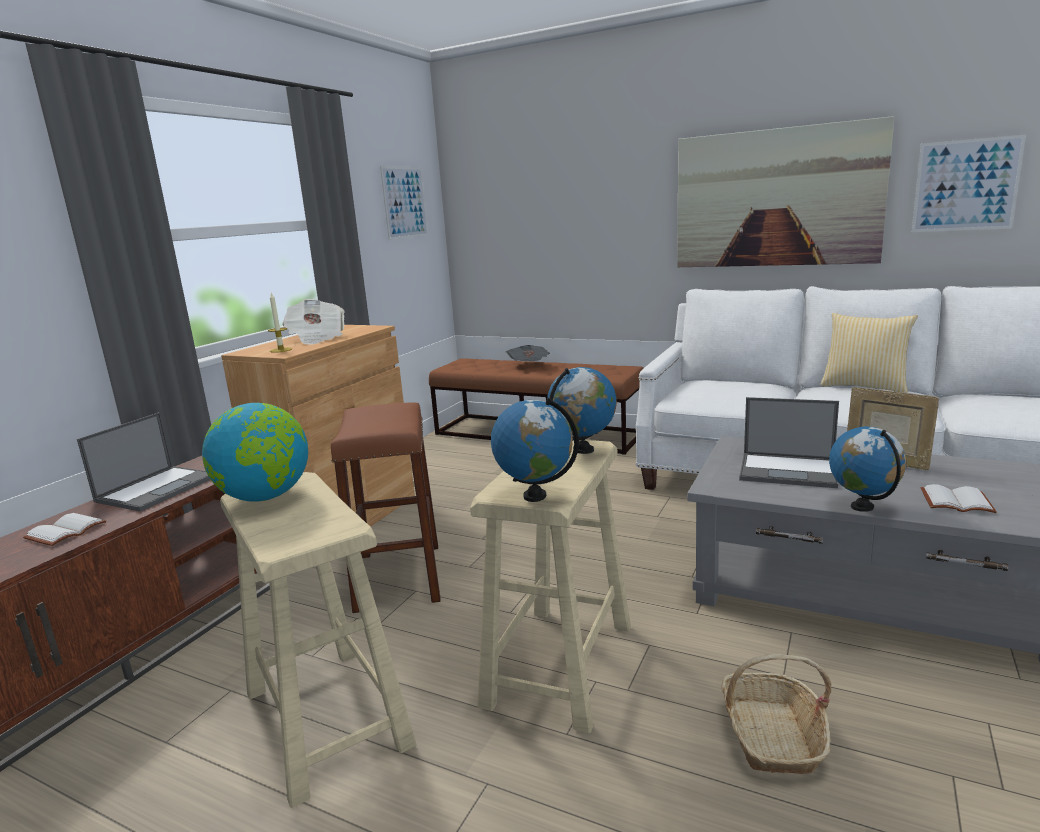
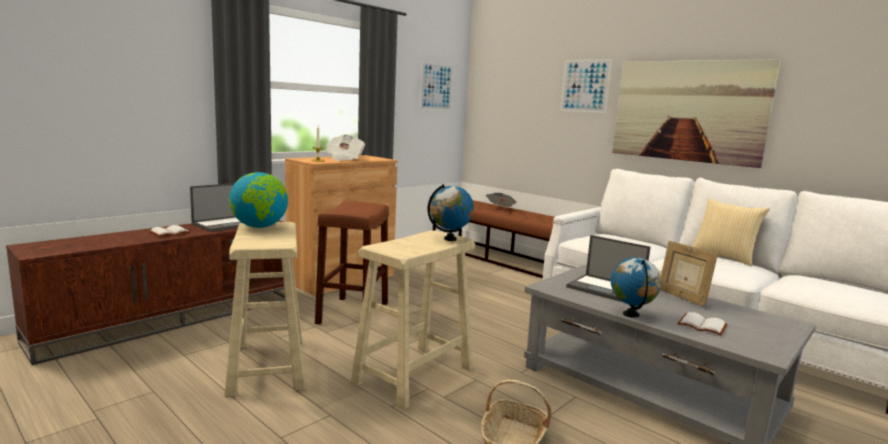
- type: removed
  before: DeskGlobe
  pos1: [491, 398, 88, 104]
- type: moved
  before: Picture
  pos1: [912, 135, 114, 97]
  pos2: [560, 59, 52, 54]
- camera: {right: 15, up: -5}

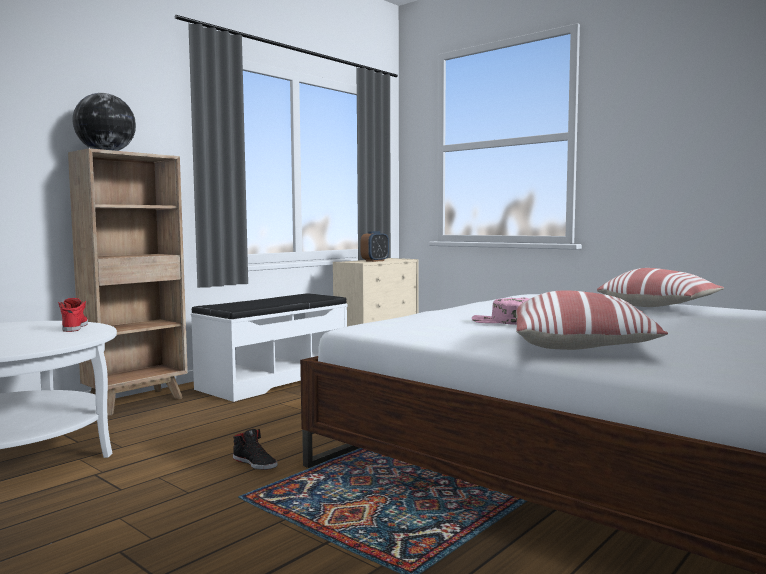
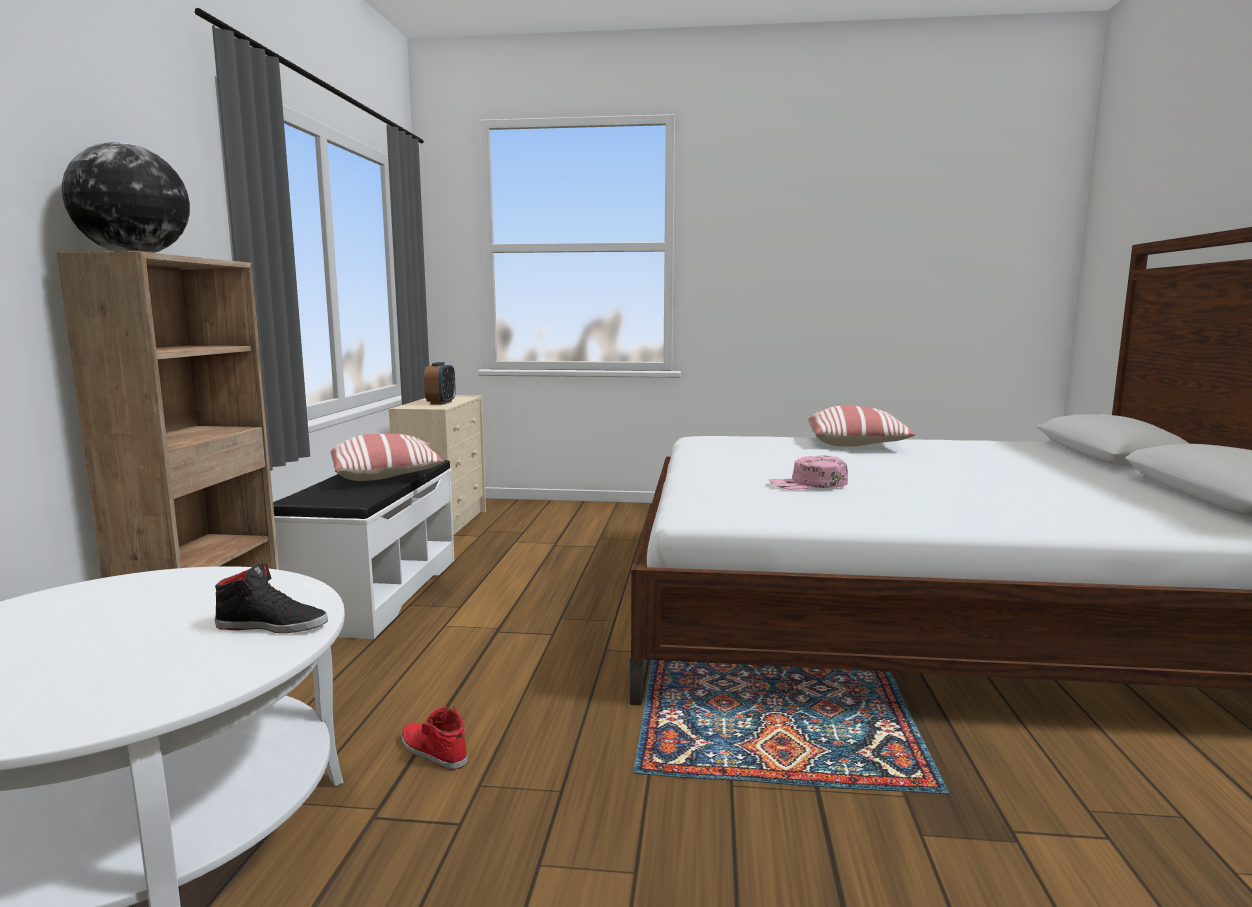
- type: moved
  before: RedItemOfFootwear
  pos1: [58, 298, 30, 34]
  pos2: [401, 706, 67, 64]
- type: moved
  before: BlackItemOfFootwear
  pos1: [233, 429, 45, 41]
  pos2: [214, 564, 114, 69]
- type: moved
  before: ThrowPillow
  pos1: [516, 290, 152, 60]
  pos2: [330, 434, 114, 47]
- camera: {right: -35, up: 5}

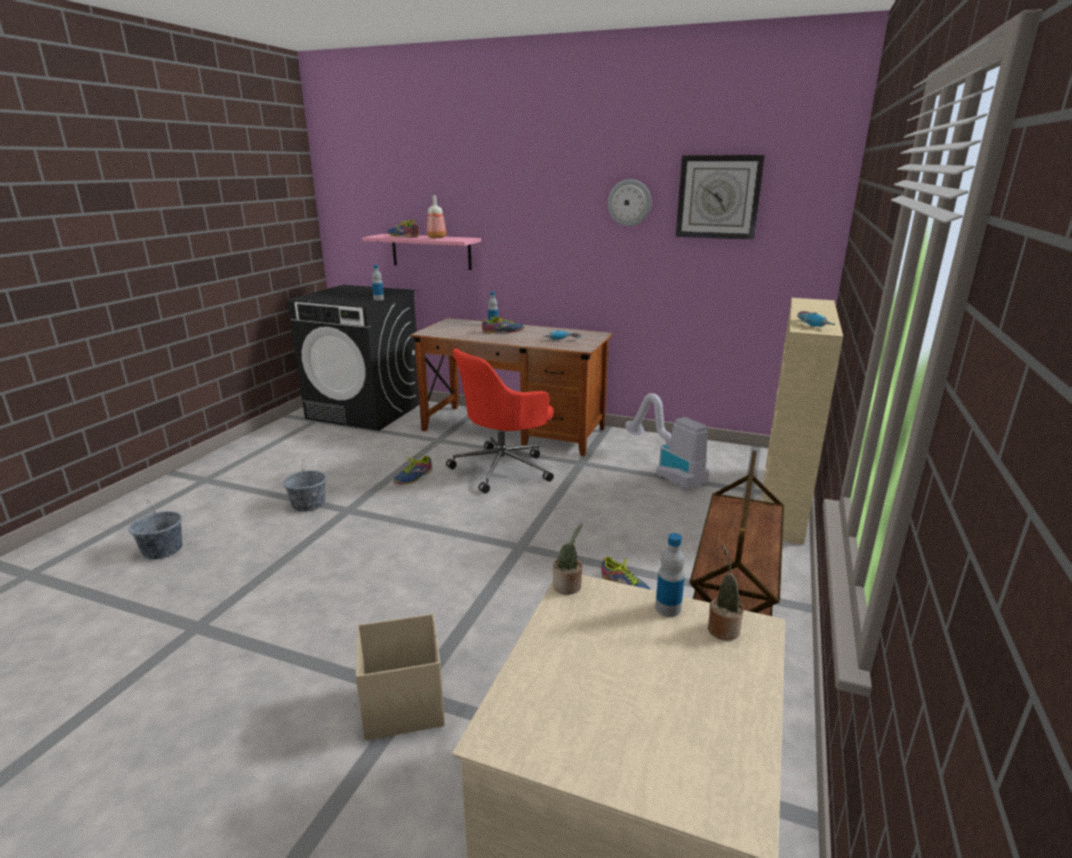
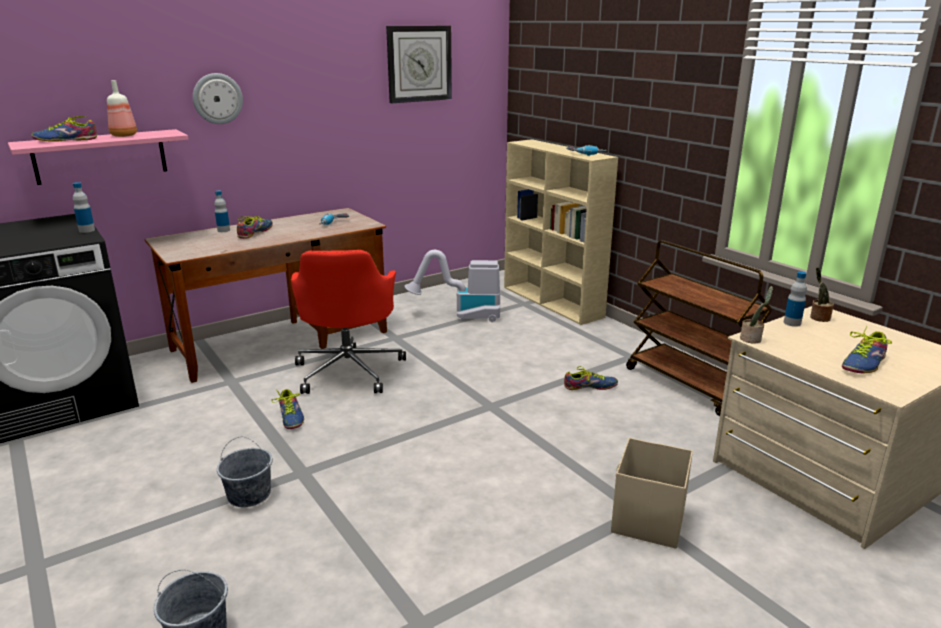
- type: moved
  before: HangingClock
  pos1: [608, 179, 43, 47]
  pos2: [193, 73, 50, 51]
- type: added
  after: ItemOfFootwear
  pos2: [842, 326, 50, 47]
- camera: {right: -55, up: 0}

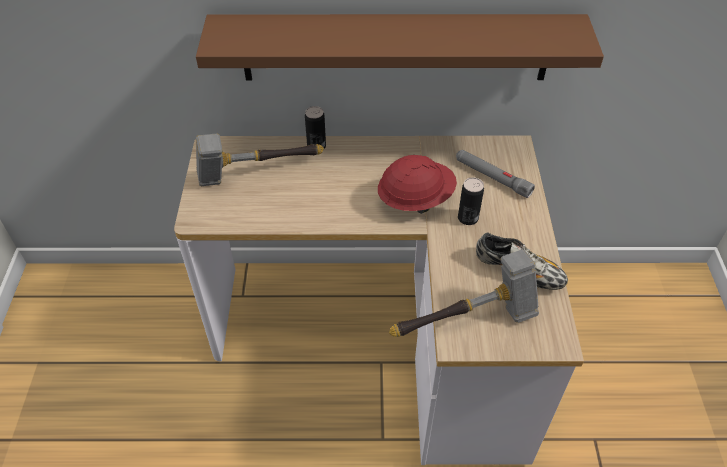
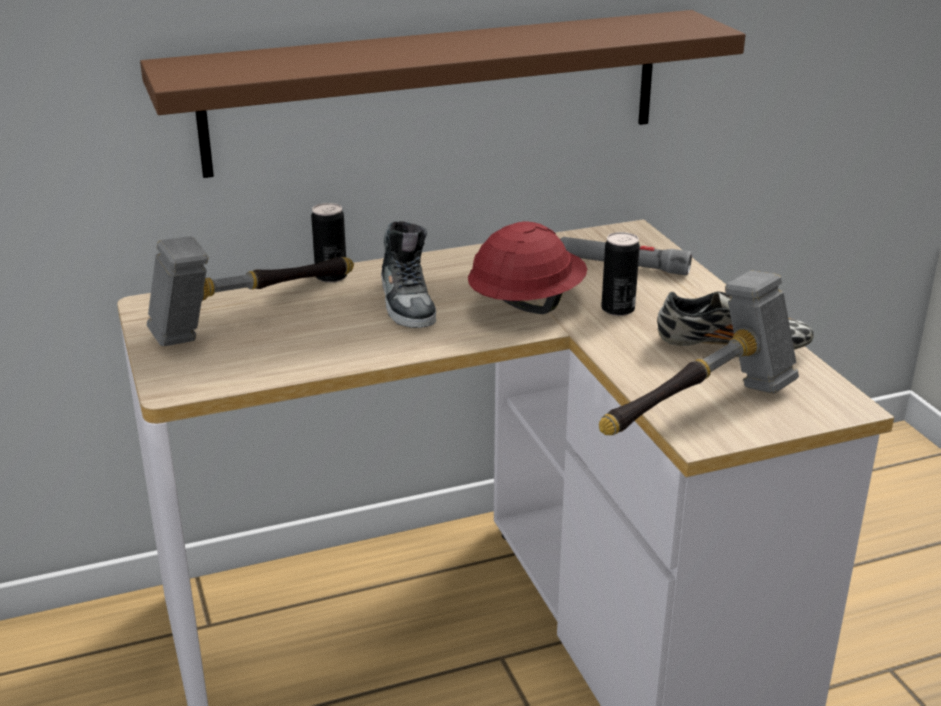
- type: added
  after: ItemOfFootwear
  pos2: [381, 221, 55, 107]
- camera: {right: -20, up: -20}

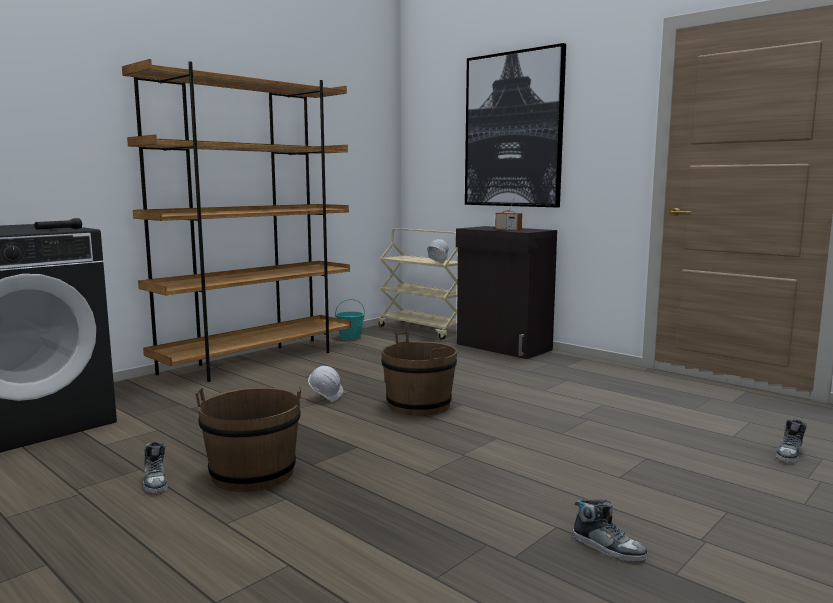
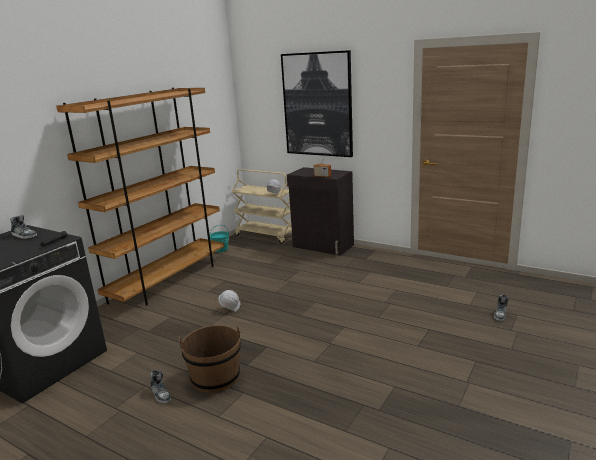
- type: removed
  before: BrownColouredWaterBucket
  pos1: [381, 332, 77, 84]
- type: moved
  before: ItemOfFootwear
  pos1: [573, 499, 75, 63]
  pos2: [10, 215, 27, 24]
- camera: {right: -10, up: 10}

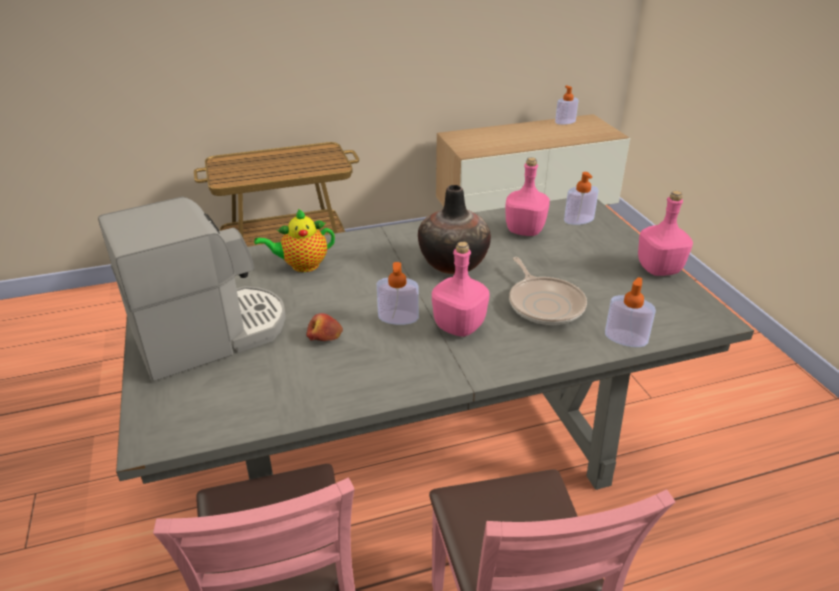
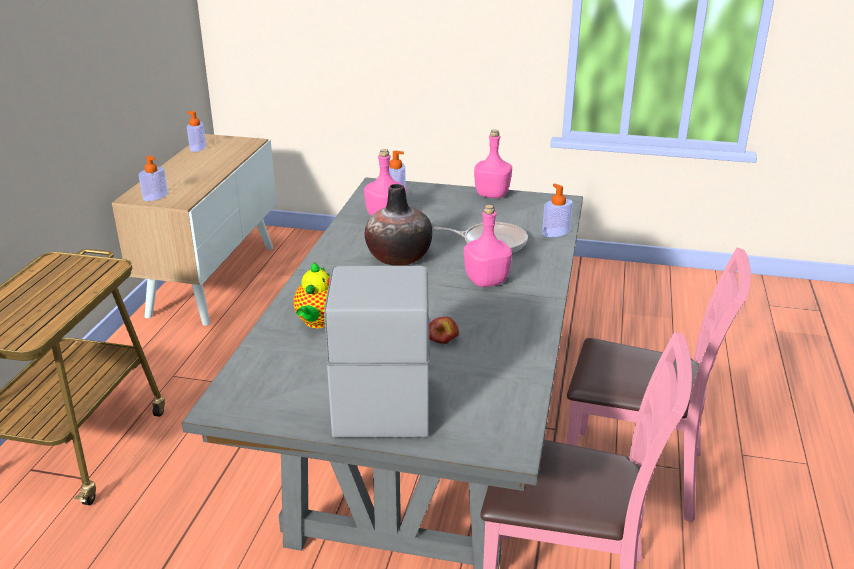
- type: moved
  before: SoapDispenser
  pos1: [377, 262, 42, 63]
  pos2: [139, 156, 29, 45]
- camera: {right: -60, up: -5}

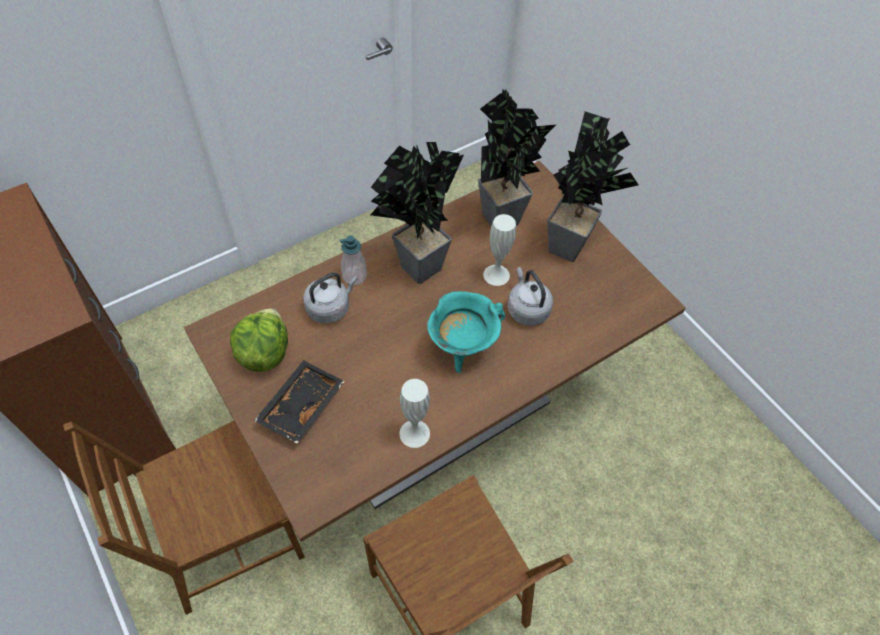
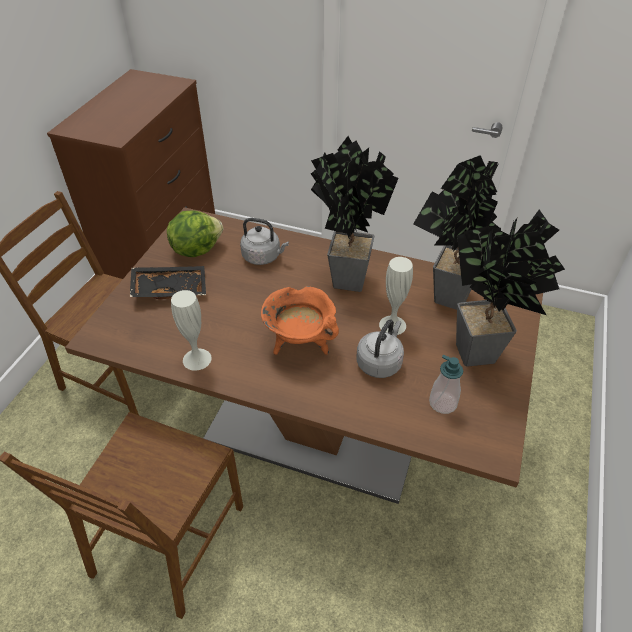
- type: moved
  before: SoapDispenser
  pos1: [340, 235, 27, 50]
  pos2: [429, 355, 34, 59]
- type: recoloured
  before: BlueGreenSaucepot
  after: OrangeySaucepot
  pos1: [427, 291, 78, 82]
  pos2: [261, 286, 78, 69]
- camera: {right: 55, up: -10}

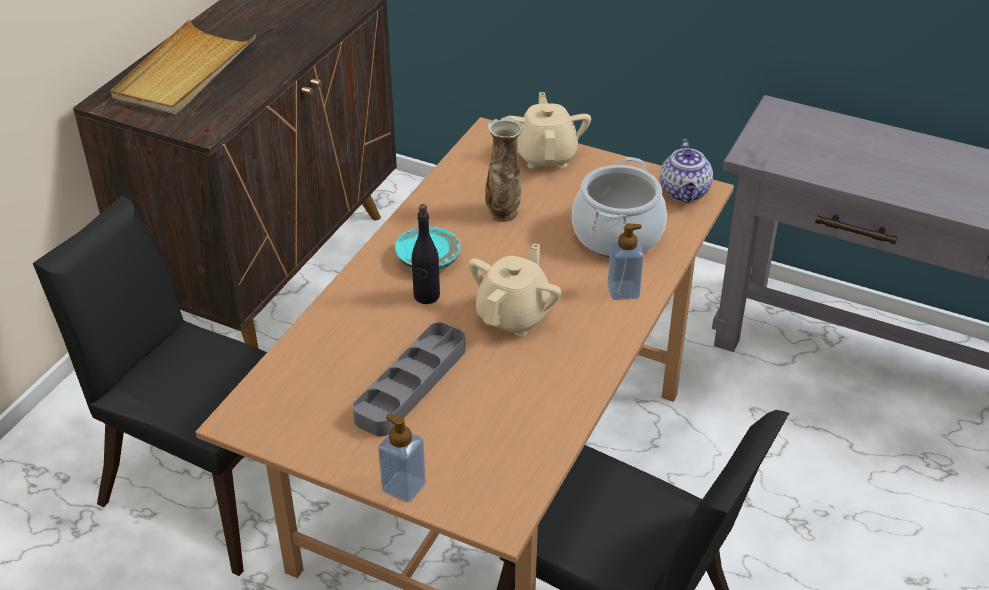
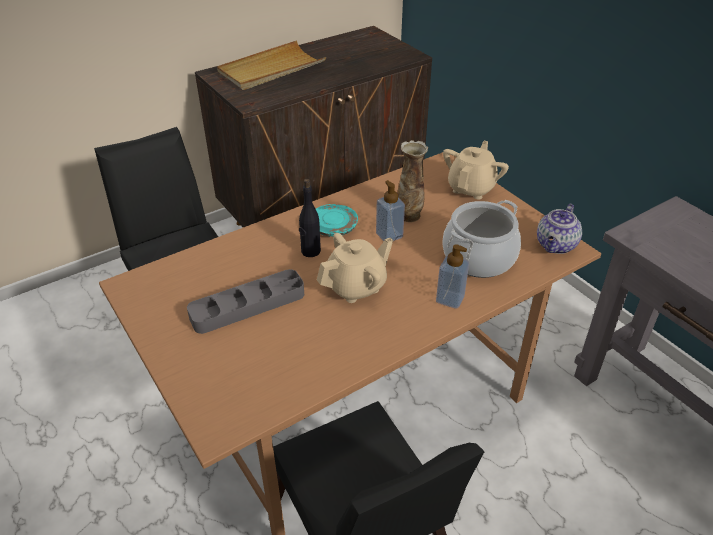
- type: moved
  before: SoapDispenser
  pos1: [378, 414, 48, 89]
  pos2: [376, 180, 29, 61]
- camera: {right: 30, up: 0}

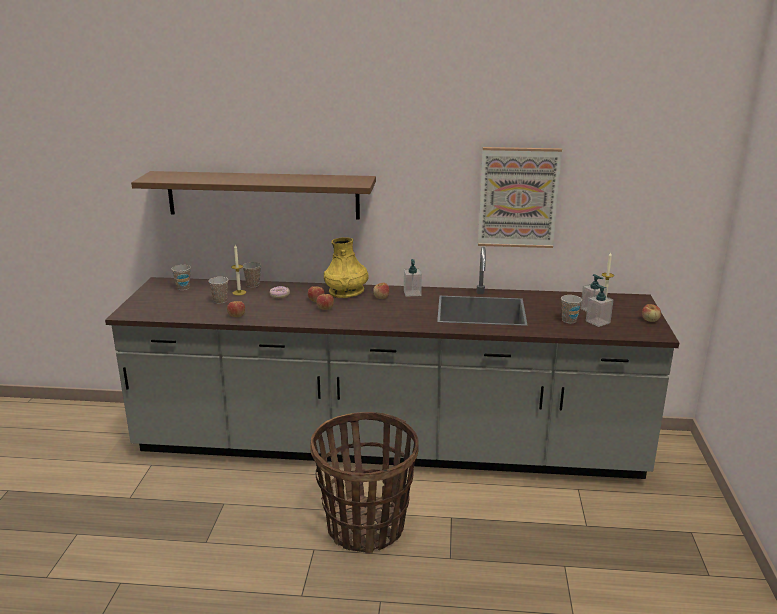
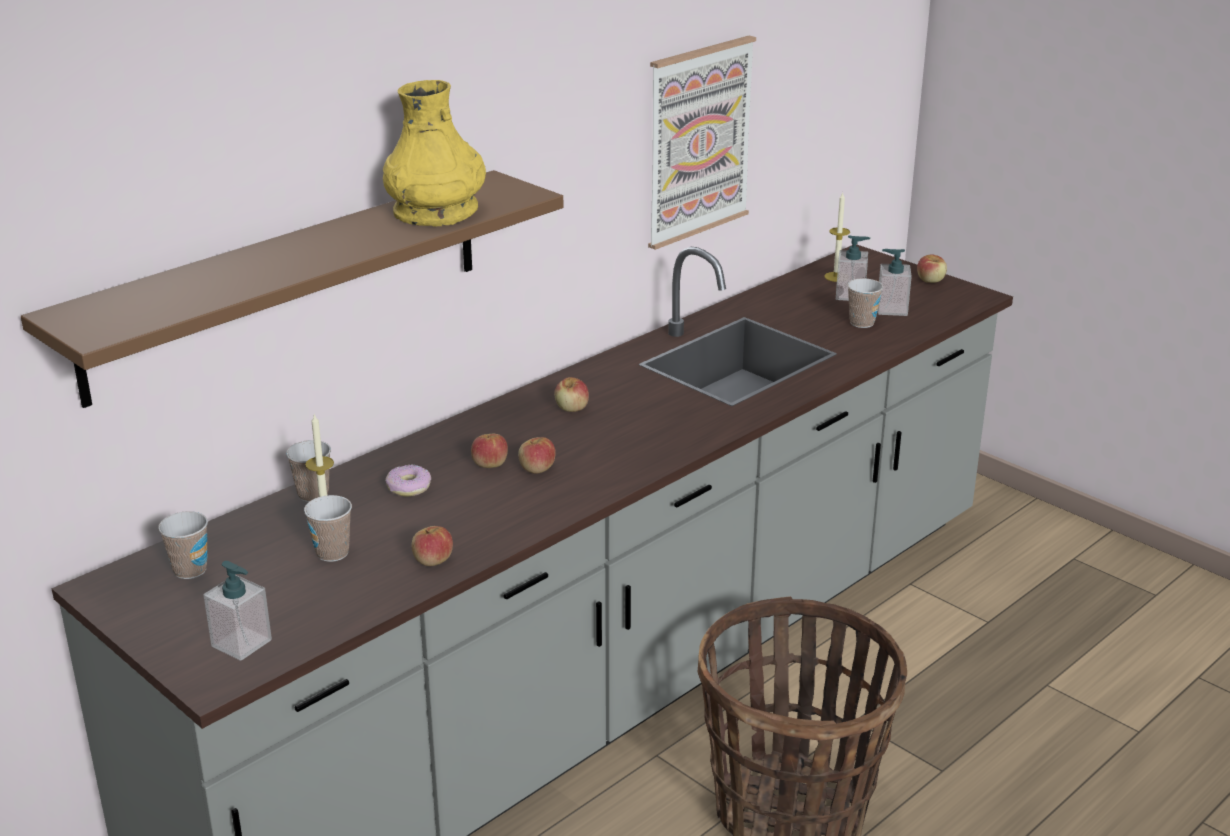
- type: moved
  before: YellowColouredVase
  pos1: [324, 237, 45, 61]
  pos2: [383, 80, 103, 146]
- type: moved
  before: SoapDispenser
  pos1: [404, 259, 18, 38]
  pos2: [204, 561, 68, 100]
- camera: {right: -50, up: 5}

